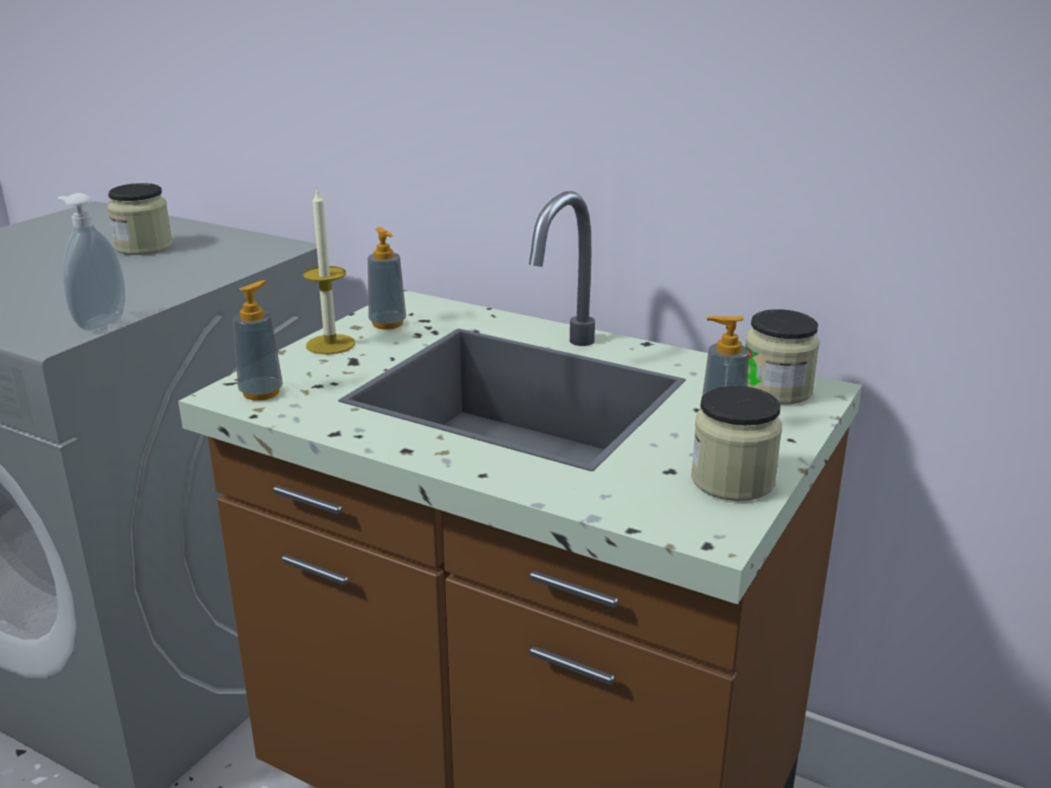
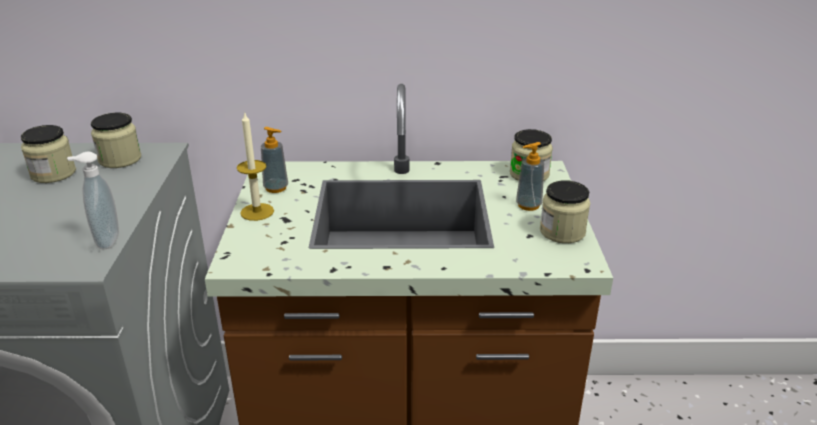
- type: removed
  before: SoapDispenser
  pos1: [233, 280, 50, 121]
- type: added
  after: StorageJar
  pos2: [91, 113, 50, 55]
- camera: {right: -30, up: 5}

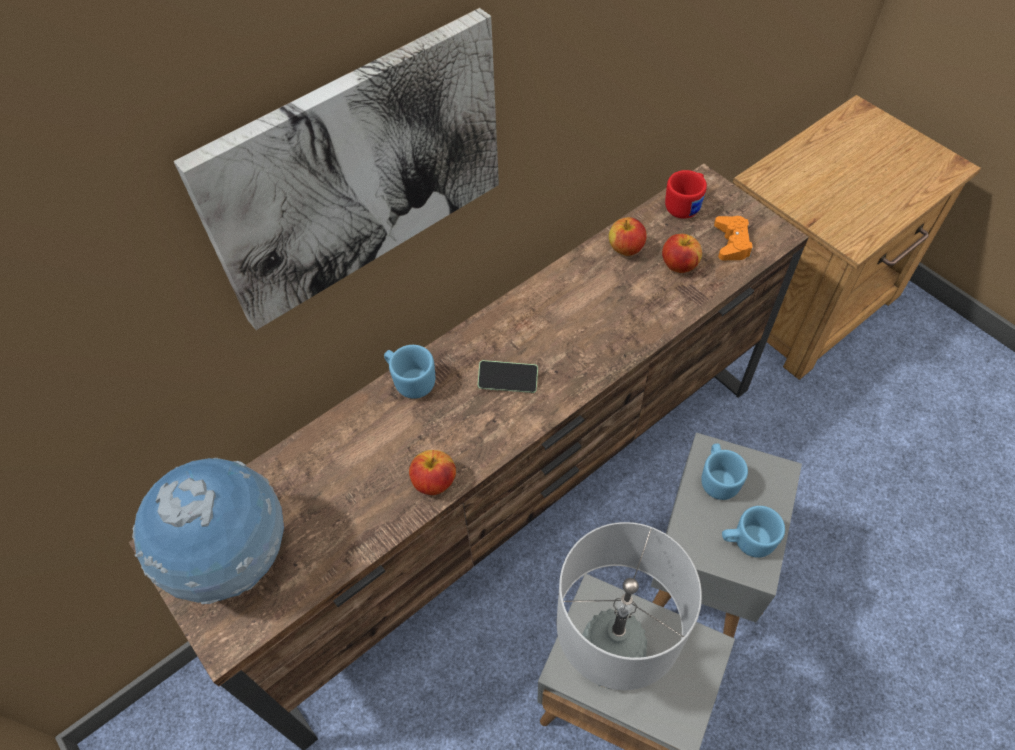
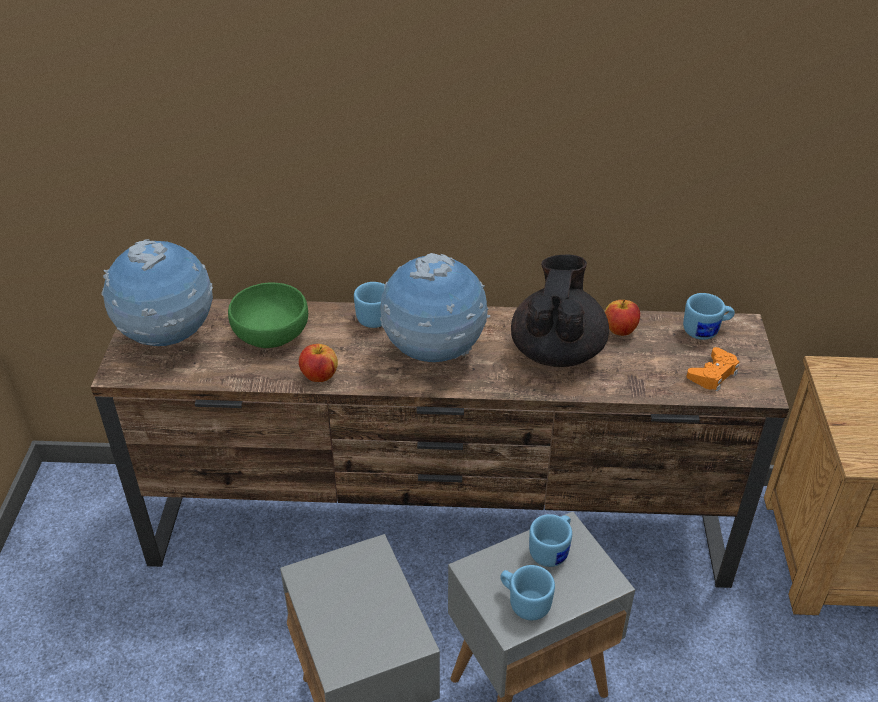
- type: removed
  before: Picture
  pos1: [174, 8, 325, 322]
- type: replaced
  before: Phone
  after: DeskGlobe
  pos1: [478, 360, 60, 33]
  pos2: [380, 253, 110, 109]
- type: removed
  before: GrayTabletopLamp
  pos1: [557, 522, 145, 168]
- type: removed
  before: AppleFruit
  pos1: [662, 234, 40, 39]
- type: recoloured
  before: RedMug
  after: BluishMug
  pos1: [665, 170, 42, 49]
  pos2: [683, 293, 52, 47]
- type: added
  after: GreenColouredDeepDish
  pos2: [228, 283, 80, 65]
- type: added
  after: BlackTeaPot
  pos2: [511, 255, 98, 112]
- camera: {right: 40, up: -15}

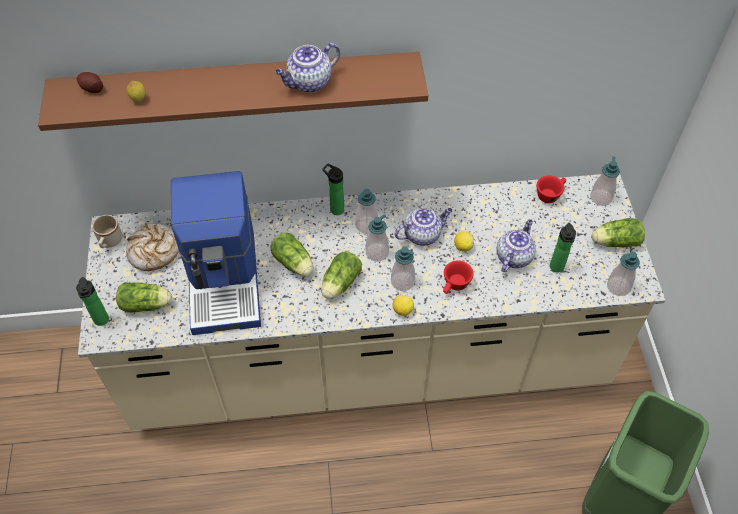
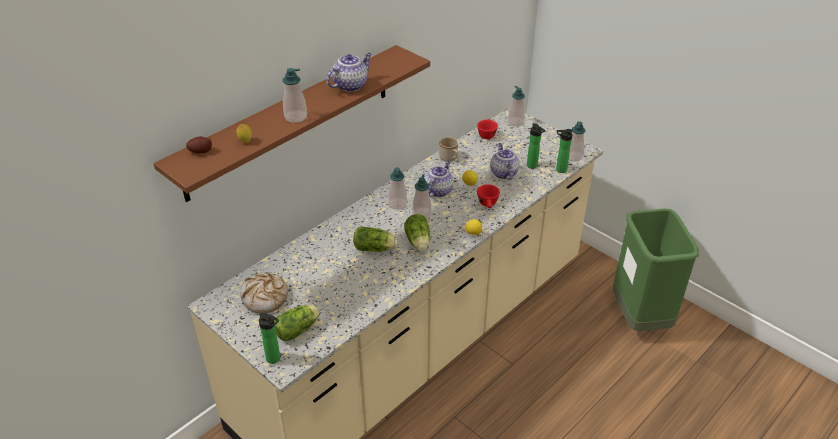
- type: moved
  before: SandColouredMug
  pos1: [92, 215, 30, 33]
  pos2: [439, 137, 19, 24]
- type: removed
  before: CoffeeBrewer
  pos1: [171, 171, 90, 164]
- type: turned
  before: TeaPot
  pos1: [275, 43, 65, 50]
  pos2: [326, 53, 46, 39]
  turn: -150
- type: moved
  before: Bottle
  pos1: [322, 163, 22, 52]
  pos2: [556, 129, 17, 44]
- type: moved
  before: SoapDispenser
  pos1: [391, 247, 24, 44]
  pos2: [282, 68, 25, 55]
- type: removed
  before: LettuceHead
  pos1: [592, 218, 53, 29]
- camera: {right: -40, up: -15}

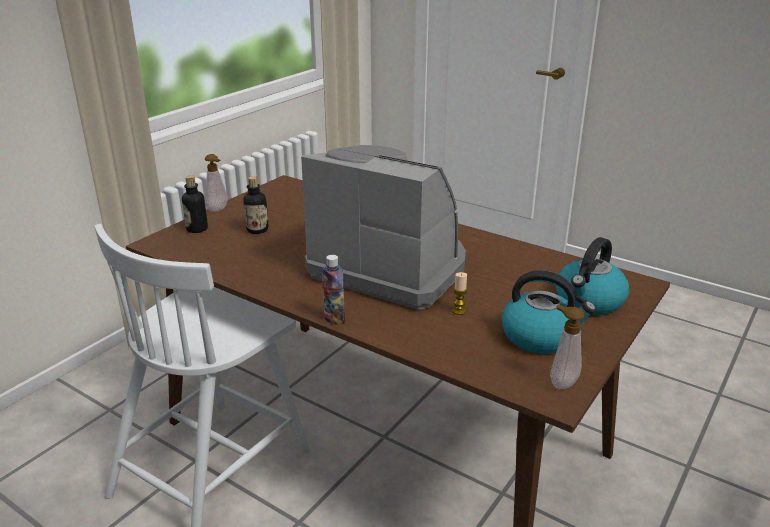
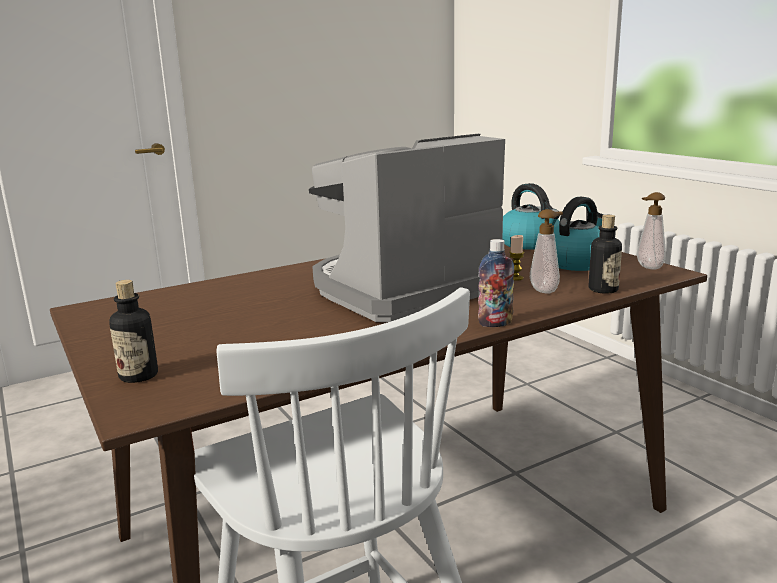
- type: moved
  before: SoapDispenser
  pos1: [205, 154, 23, 58]
  pos2: [530, 209, 33, 85]
- type: moved
  before: Bottle
  pos1: [243, 176, 26, 58]
  pos2: [589, 215, 33, 79]
- camera: {right: -65, up: -10}

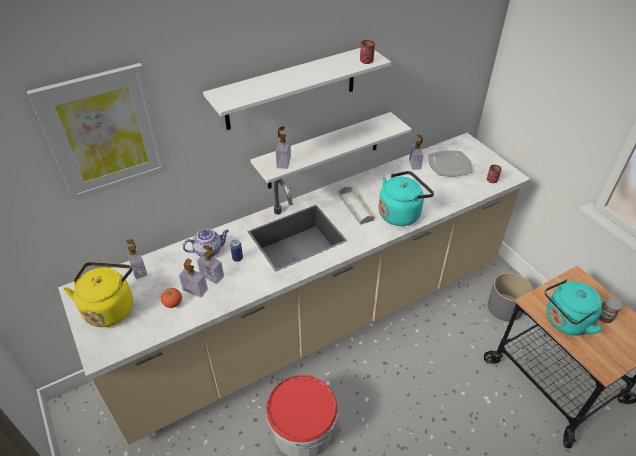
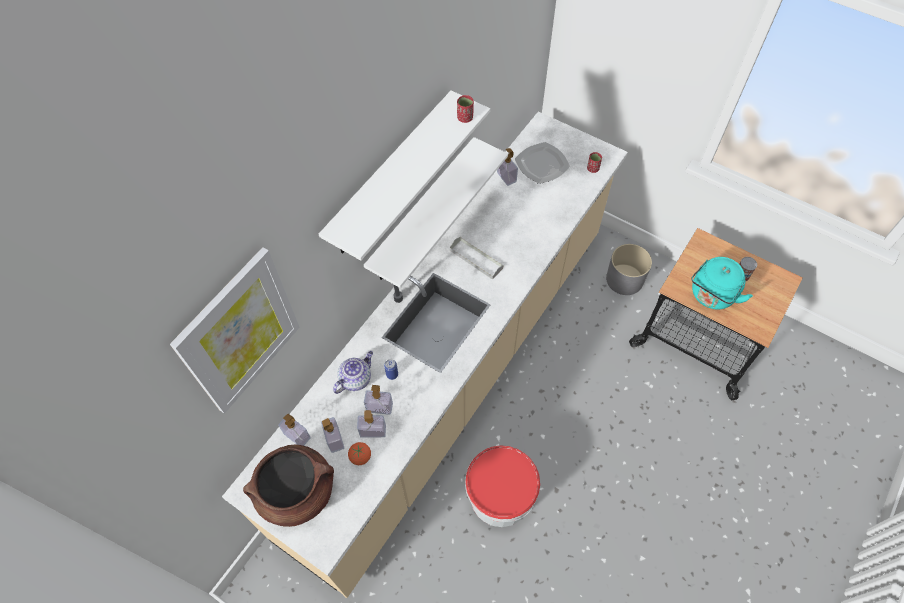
- type: replaced
  before: YellowColouredWaterKettle
  after: BrownColouredSaucepot
  pos1: [64, 262, 69, 65]
  pos2: [243, 445, 91, 82]
- type: moved
  before: SoapDispenser
  pos1: [276, 126, 15, 43]
  pos2: [321, 417, 23, 36]
- type: removed
  before: BlueGreenWaterKettle
  pos1: [379, 171, 55, 55]
- camera: {right: -25, up: 15}

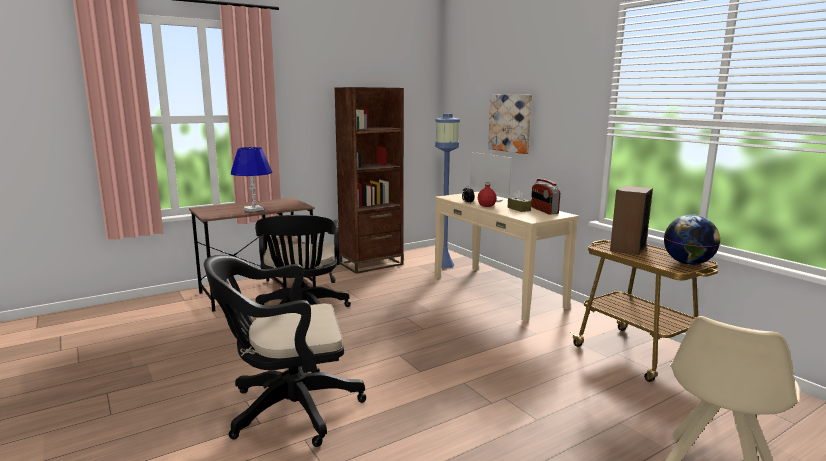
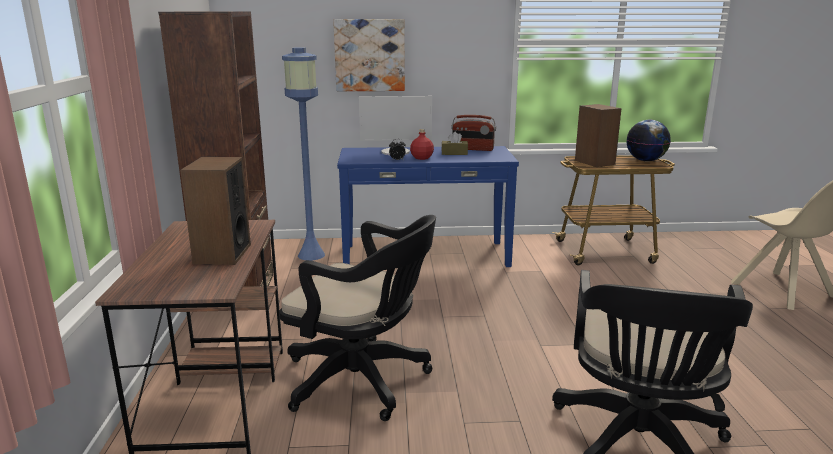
- type: replaced
  before: BluishTabletopLamp
  after: AudioSpeaker
  pos1: [231, 147, 41, 65]
  pos2: [180, 157, 71, 108]
- type: recoloured
  before: SandColouredConsoleTable
  after: BluishConsoleTable
  pos1: [435, 192, 144, 130]
  pos2: [337, 146, 182, 121]
- camera: {right: -60, up: 5}

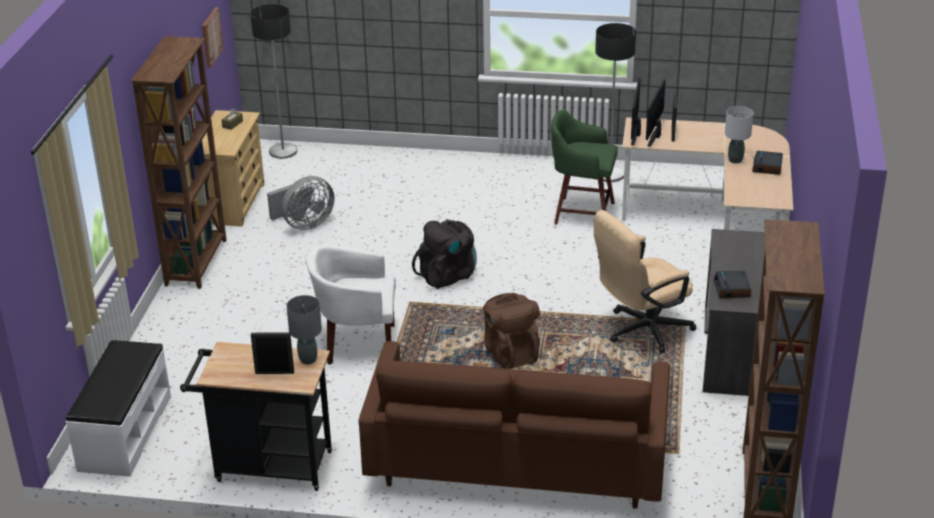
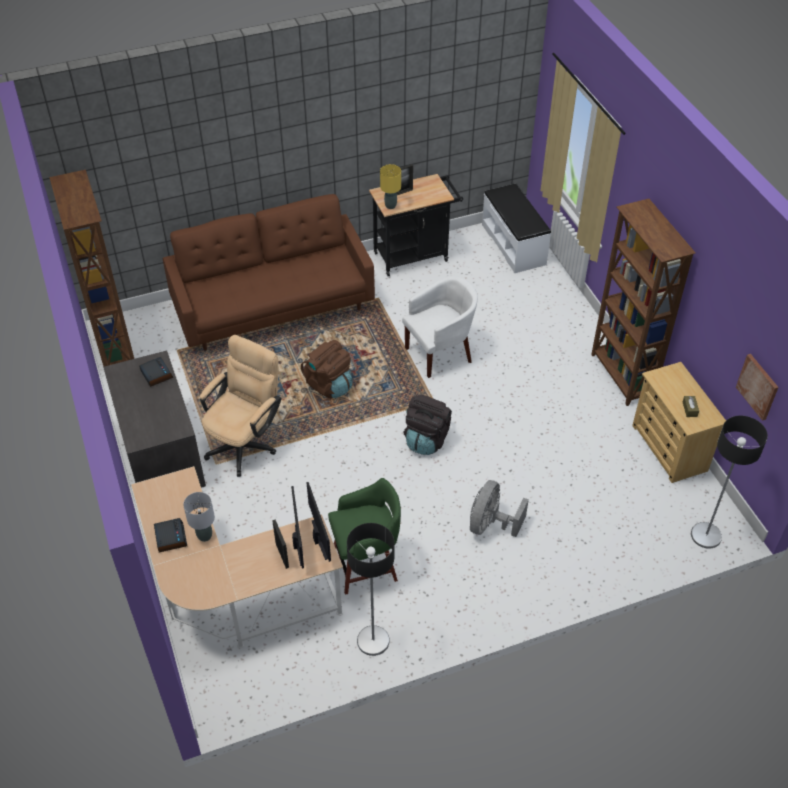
- type: moved
  before: GrayElectricFan
  pos1: [267, 176, 68, 54]
  pos2: [470, 480, 59, 57]
- type: recoloured
  before: GrayTabletopLamp
  after: YellowColouredTabletopLamp
  pos1: [286, 295, 36, 70]
  pos2: [380, 164, 21, 45]
- camera: {right: 150, up: 15}

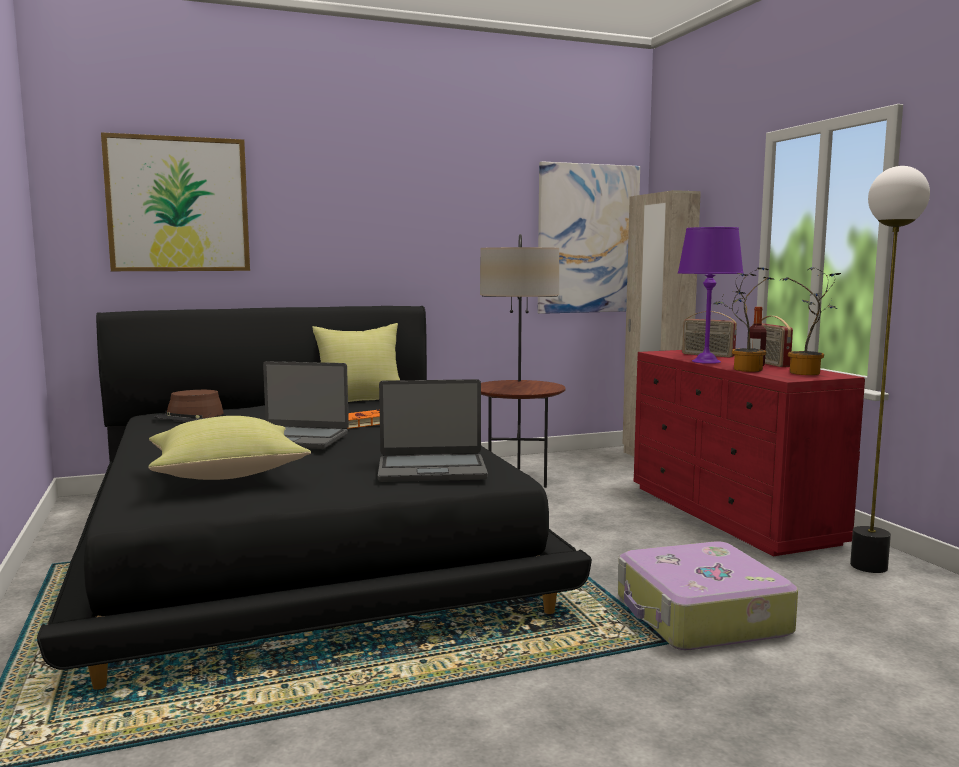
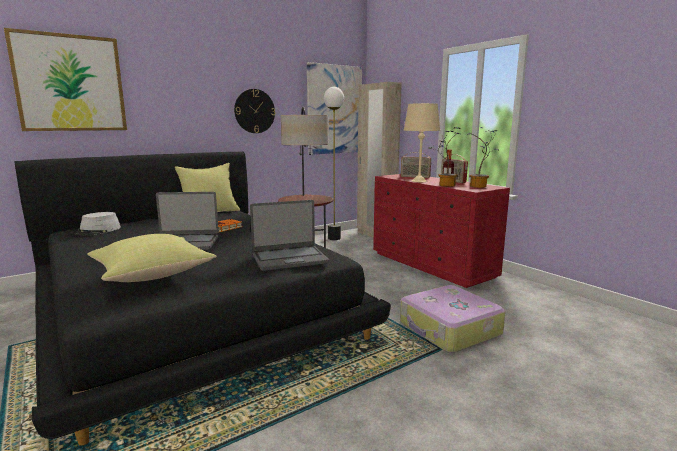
- type: recoloured
  before: BrownColouredClothingHat
  after: GrayClothingHat
  pos1: [154, 390, 70, 32]
  pos2: [71, 212, 50, 23]
- type: recoloured
  before: PurpleTabletopLamp
  after: SandColouredTabletopLamp
  pos1: [678, 227, 66, 137]
  pos2: [403, 103, 37, 79]
- type: moved
  before: StandingLamp
  pos1: [850, 166, 80, 407]
  pos2: [324, 87, 20, 153]
- type: added
  after: HangingClock
  pos2: [234, 89, 41, 44]
- camera: {right: -15, up: 5}

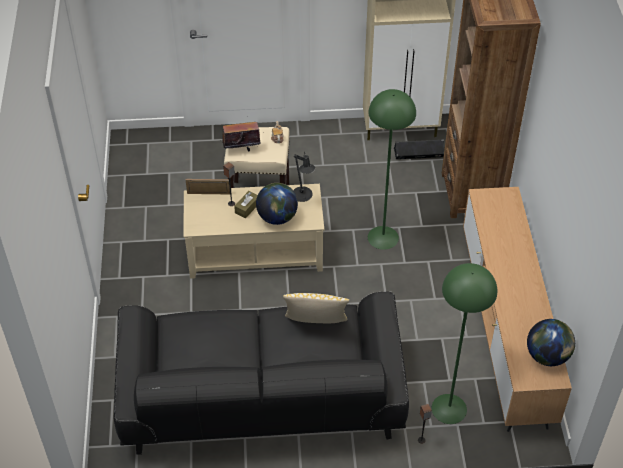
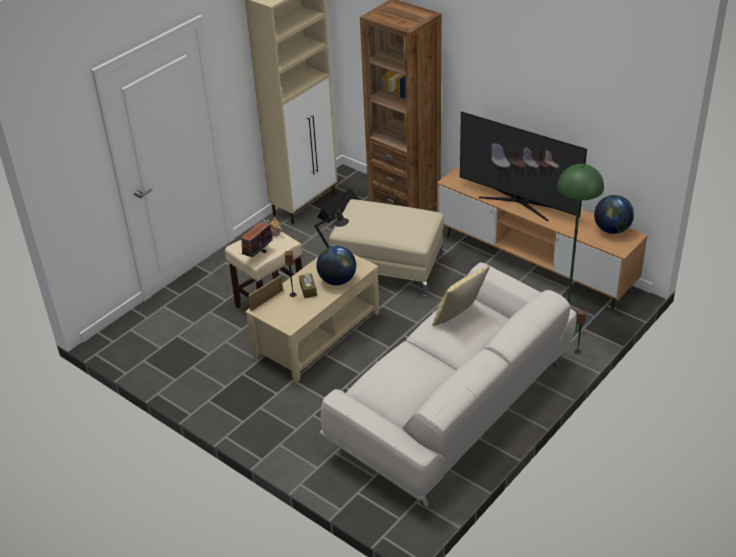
- type: recoloured
  before: BlackSofa
  after: WhiteSofa
  pos1: [114, 291, 295, 164]
  pos2: [319, 262, 257, 245]
- type: replaced
  before: GreenColouredStandingLamp
  after: SandColouredOttoman
  pos1: [368, 89, 48, 161]
  pos2: [329, 199, 115, 97]
- type: added
  after: Tv
  pos2: [460, 112, 127, 109]
- camera: {right: -45, up: -10}

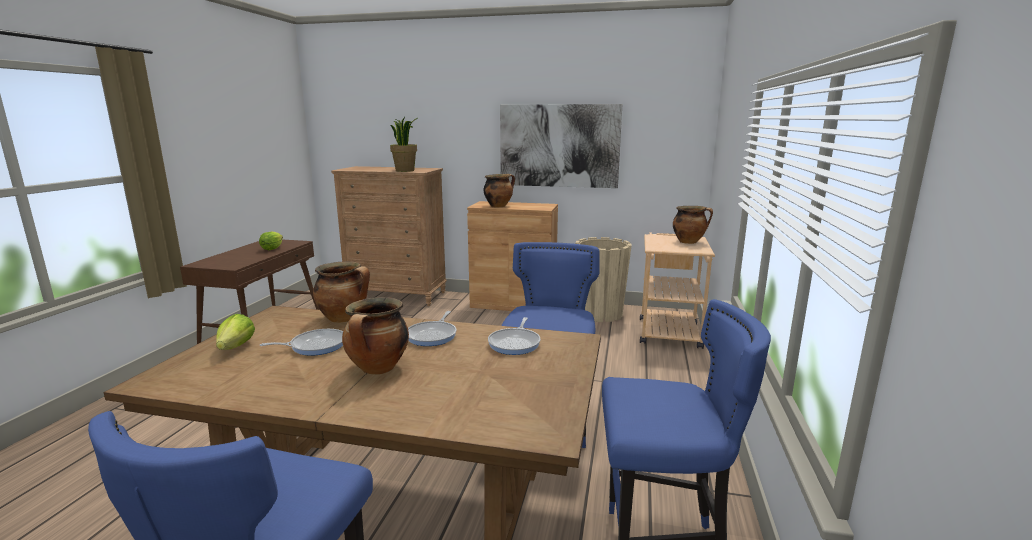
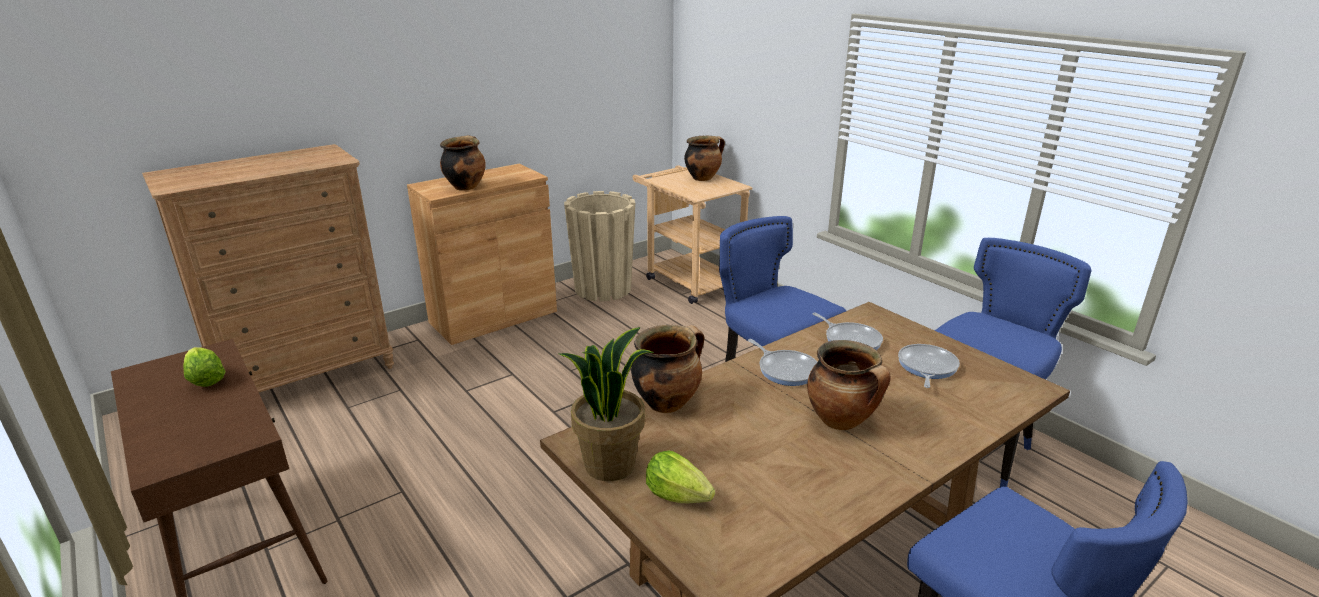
- type: moved
  before: Pan
  pos1: [260, 329, 83, 27]
  pos2: [898, 344, 62, 44]
- type: moved
  before: PottedPlant
  pos1: [390, 117, 27, 55]
  pos2: [559, 327, 96, 154]
- type: removed
  before: Picture
  pos1: [500, 104, 122, 84]
- camera: {right: -50, up: 10}

